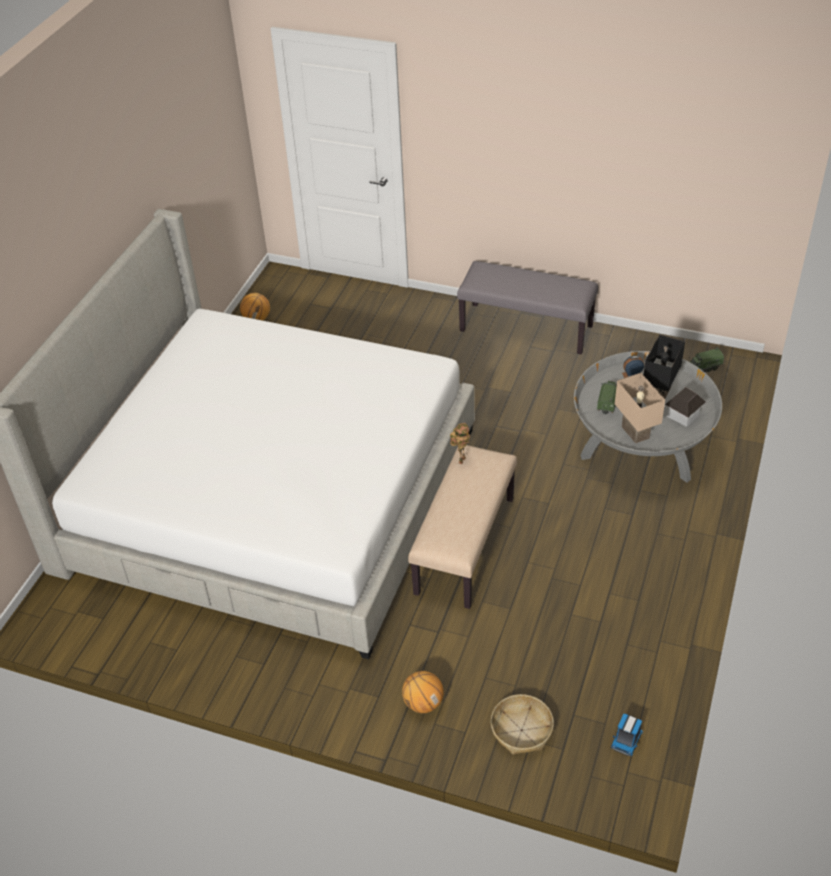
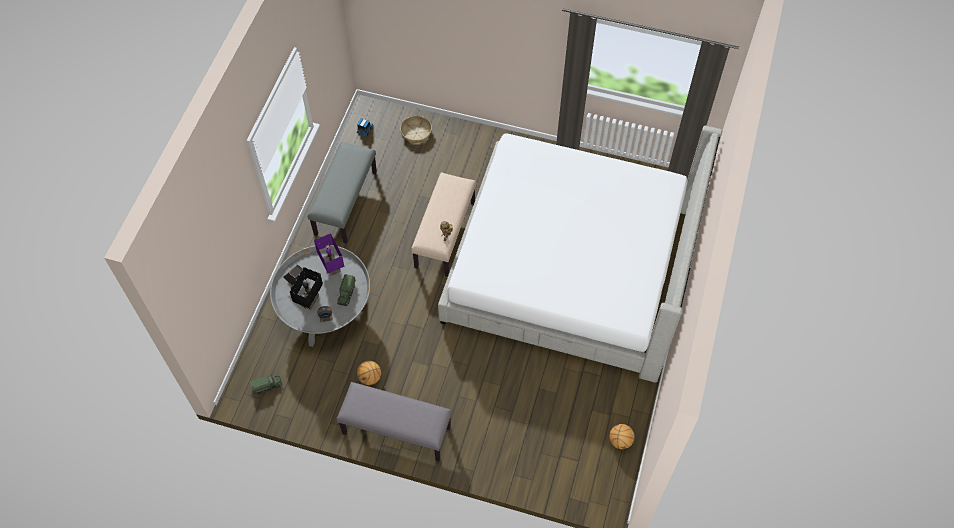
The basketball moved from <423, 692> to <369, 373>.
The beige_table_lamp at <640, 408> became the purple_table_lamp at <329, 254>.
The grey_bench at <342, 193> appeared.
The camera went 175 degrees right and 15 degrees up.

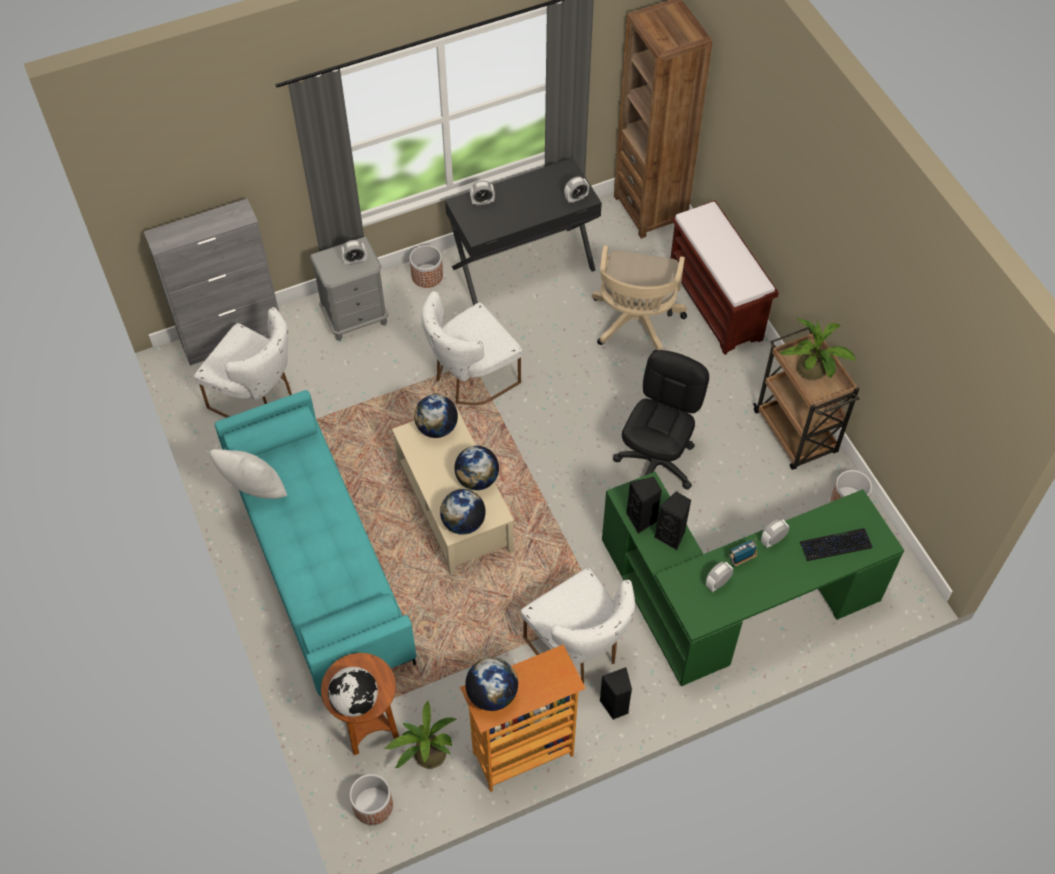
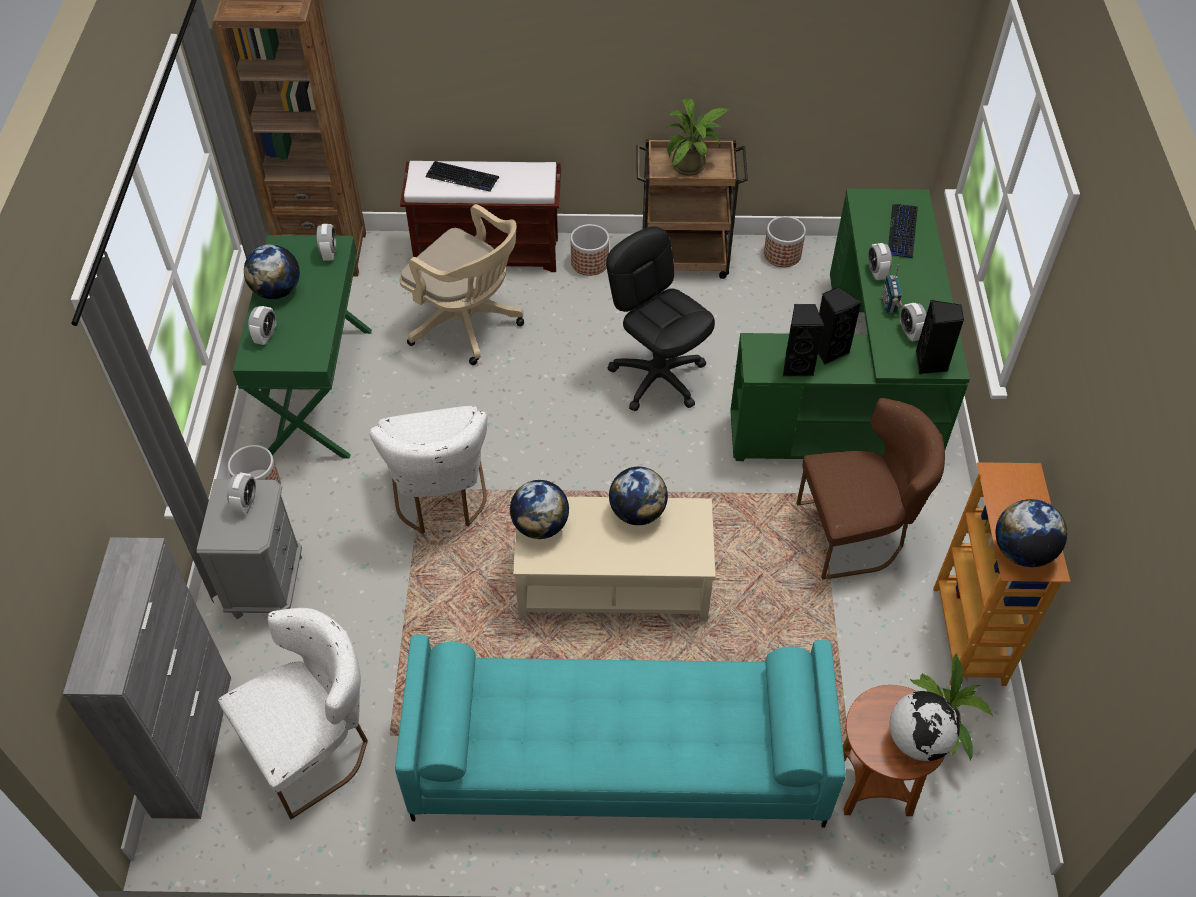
The white_pillow at <248, 474> disappeared.
The planter moved from <371, 799> to <590, 250>.
The globe moved from <463, 512> to <272, 271>.
The black_desk at <523, 231> became the green_desk at <302, 347>.
The white_chair at <578, 626> became the brown_chair at <870, 488>.
The black_speaker moved from <615, 693> to <940, 337>.
The keyboard at <462, 176> appeared.
The camera went 65 degrees left and 5 degrees down.

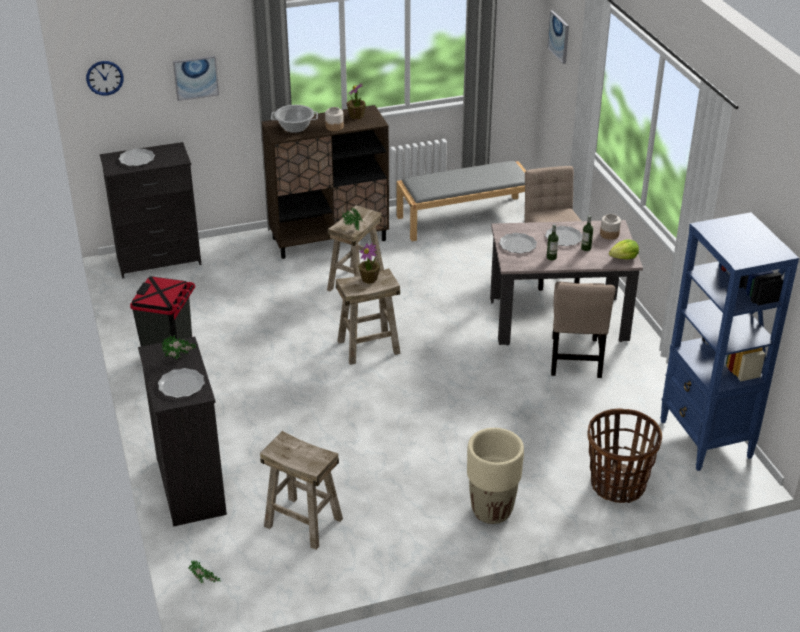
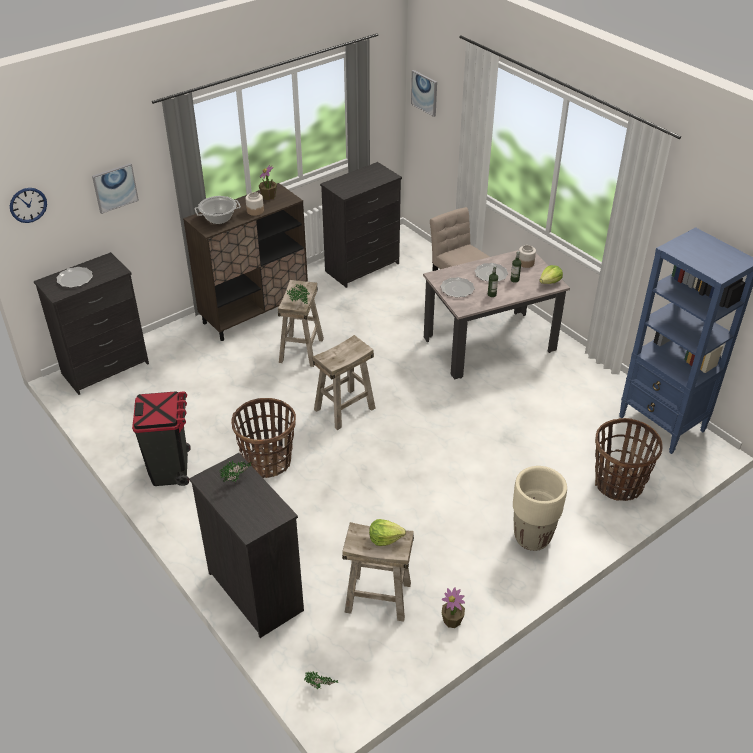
The plate at <181, 383> disappeared.
The potted_plant moved from <369, 263> to <453, 607>.
The grey_bench at <461, 201> was replaced by the black_dresser at <361, 225>.
The beige_chair at <583, 330> disappeared.
The basket at <263, 438> appeared.
The lettuce at <387, 532> appeared.
The camera went 20 degrees left and 5 degrees up.

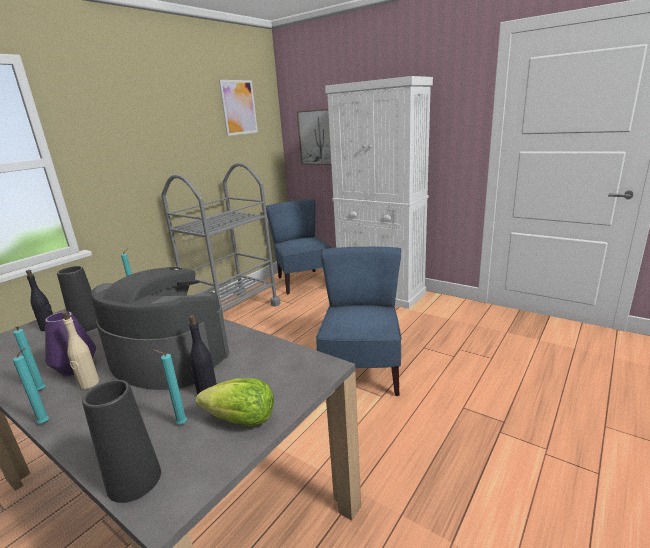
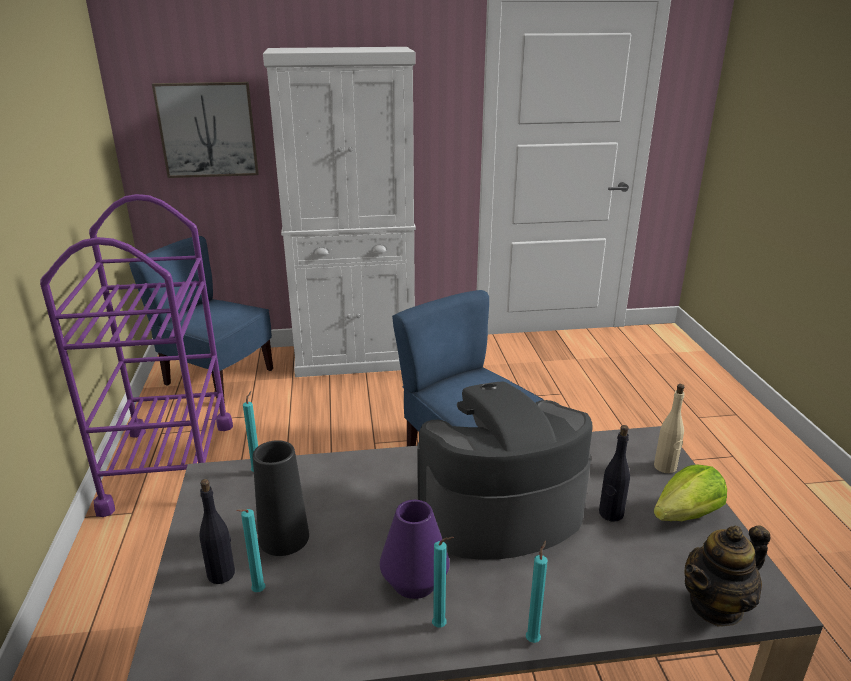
The beige_bottle moved from <80, 350> to <669, 428>.
The black_vase at <121, 441> was replaced by the teapot at <727, 576>.
The turquoise_candle moved from <170, 387> to <251, 550>.
The grey_cart at <220, 241> became the purple_cart at <136, 355>.
The picture at <238, 108> disappeared.
The camera went 45 degrees left and 5 degrees up.

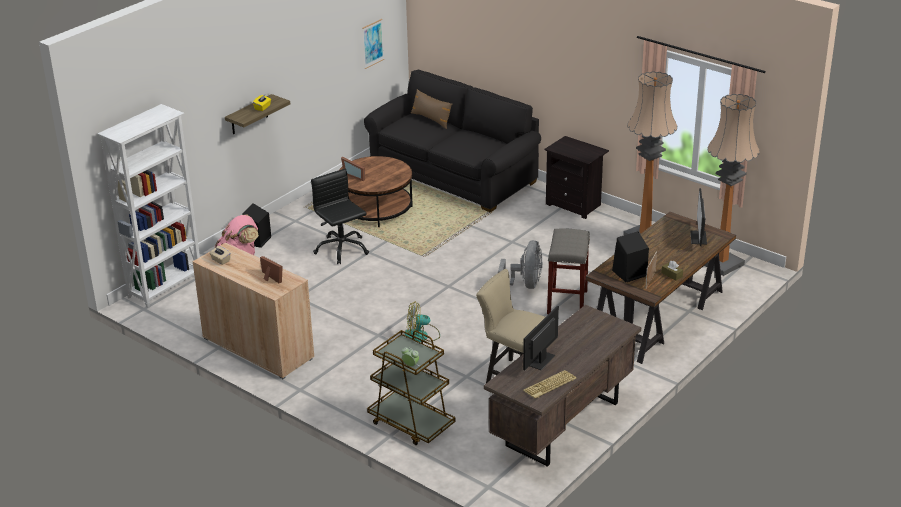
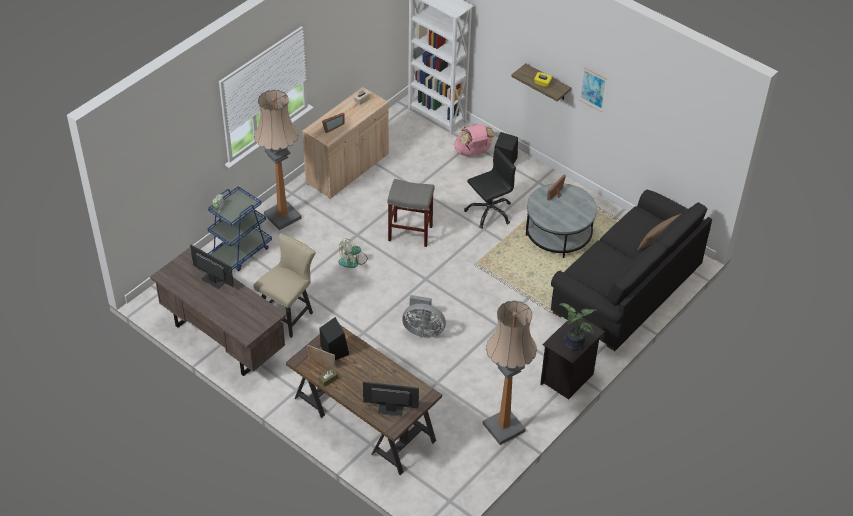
The brown_coffee_table at <376, 191> became the grey_coffee_table at <561, 220>.
The picture moved from <373, 44> to <593, 89>.
The brown_cart at <411, 387> became the blue_cart at <239, 228>.
The fan at <422, 322> turned 120 degrees counterclockwise.
The keyboard at <550, 384> disappeared.
The grey_stool moved from <568, 271> to <411, 213>.
The floor_lamp moved from <732, 185> to <278, 160>.
The potted_plant at <578, 327> appeared.
The camera went 90 degrees right and 15 degrees up.

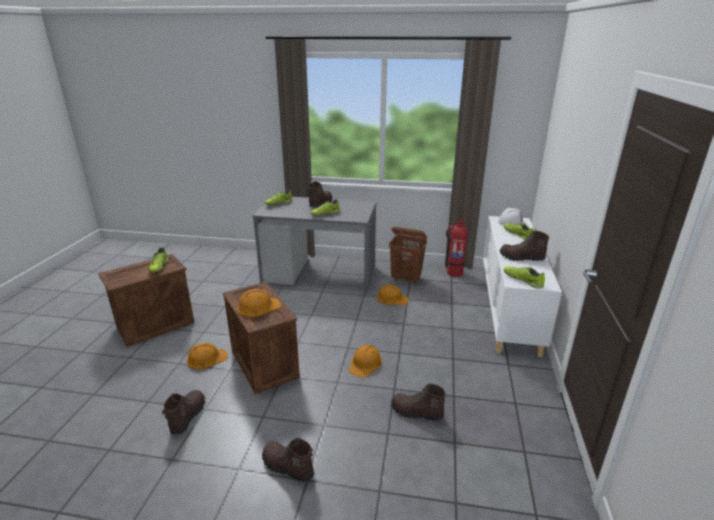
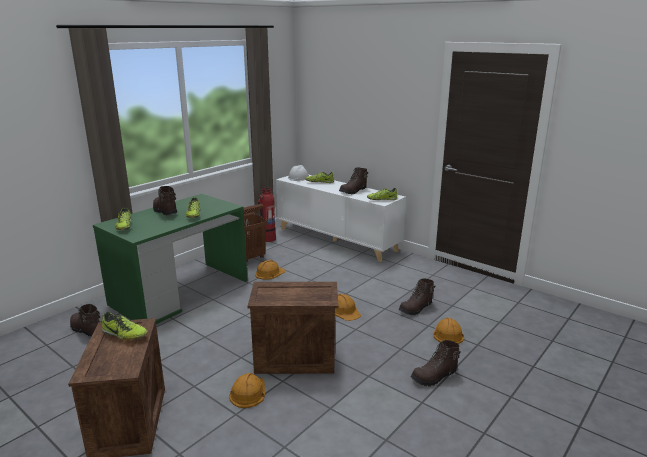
The brown_boot moved from <183, 412> to <85, 320>.
The orange_hard_hat moved from <259, 303> to <449, 331>.
The grey_desk at <314, 245> became the green_desk at <170, 259>.
The camera went 60 degrees left and 5 degrees down.

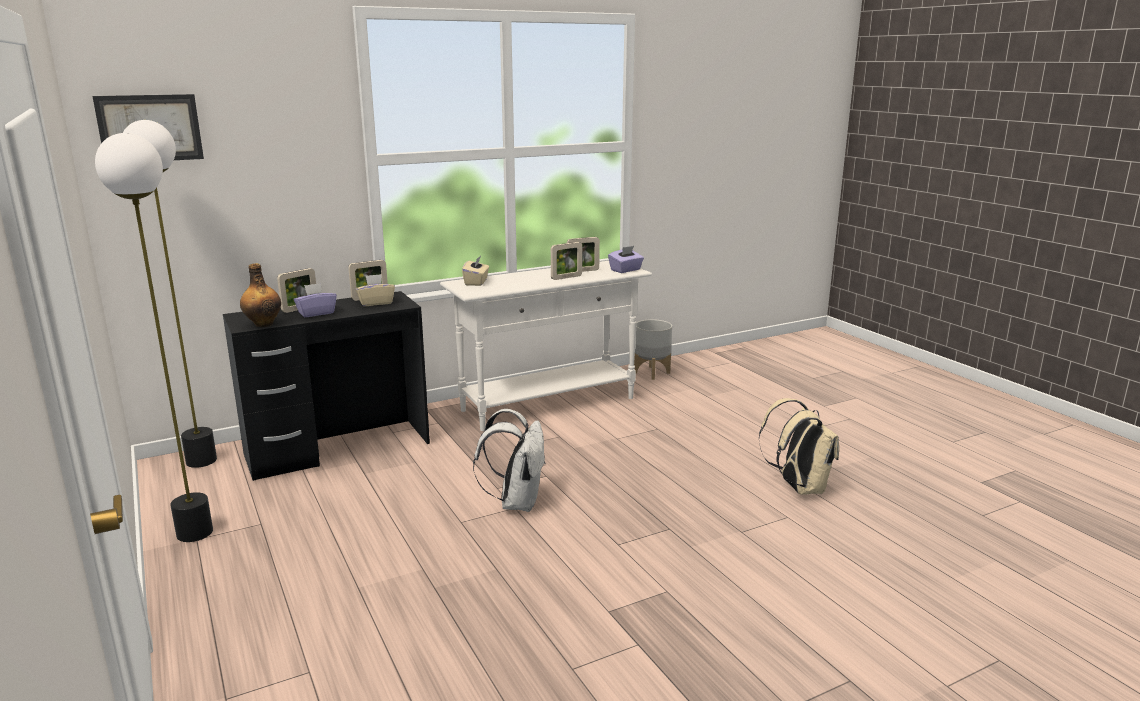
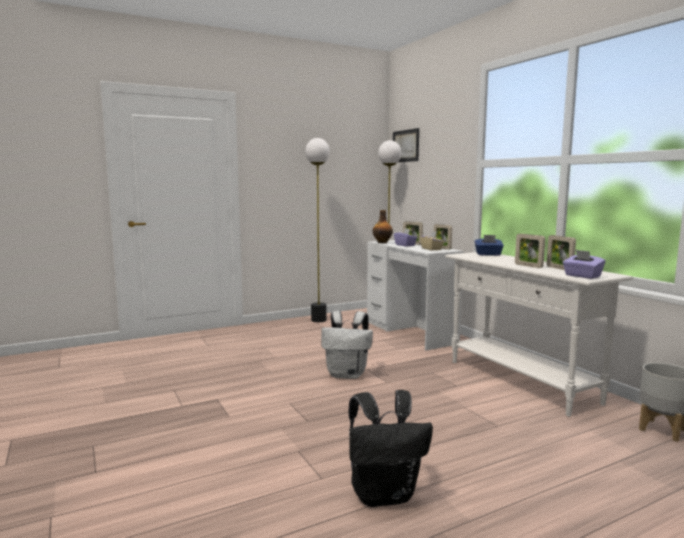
The black_desk at <326, 386> became the white_desk at <415, 295>.
The beige_tissue_box at <475, 271> became the blue_tissue_box at <489, 245>.
The beige_backpack at <798, 446> became the black_backpack at <391, 448>.
The camera went 90 degrees right and 10 degrees down.

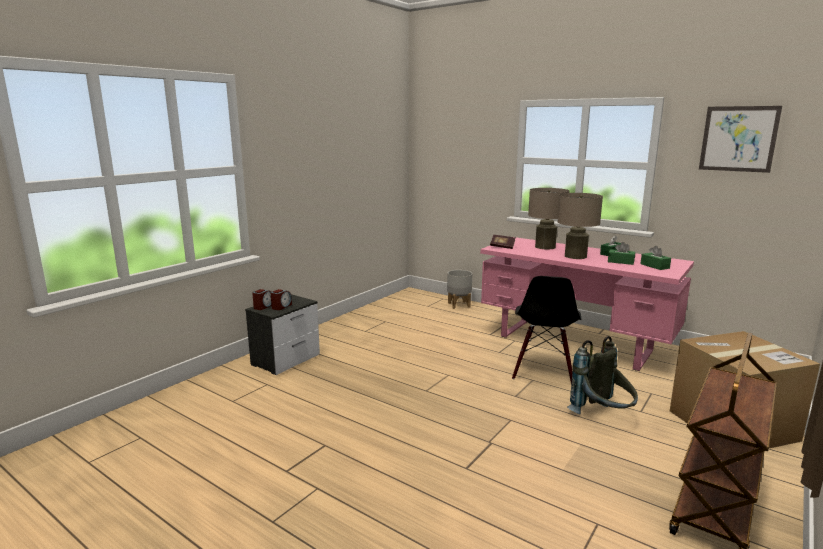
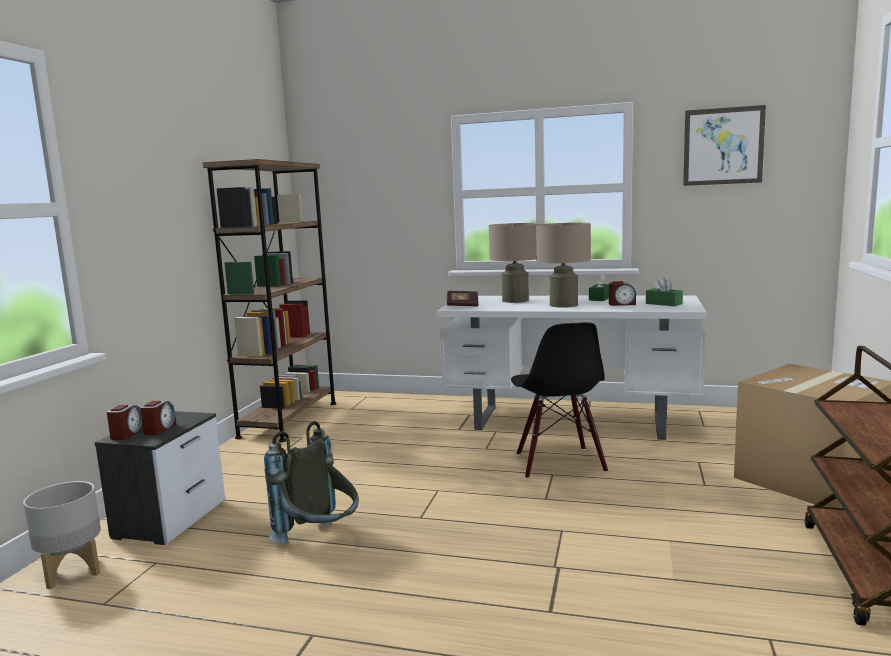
The grey_planter moved from <459, 289> to <62, 535>.
The pink_desk at <587, 304> became the white_desk at <572, 367>.
The grey_backpack moved from <602, 375> to <311, 482>.
The green_tissue_box at <621, 253> was replaced by the alarm_clock at <622, 293>.
The brown_bookcase at <269, 300> appeared.
The camera went 20 degrees left and 5 degrees down.

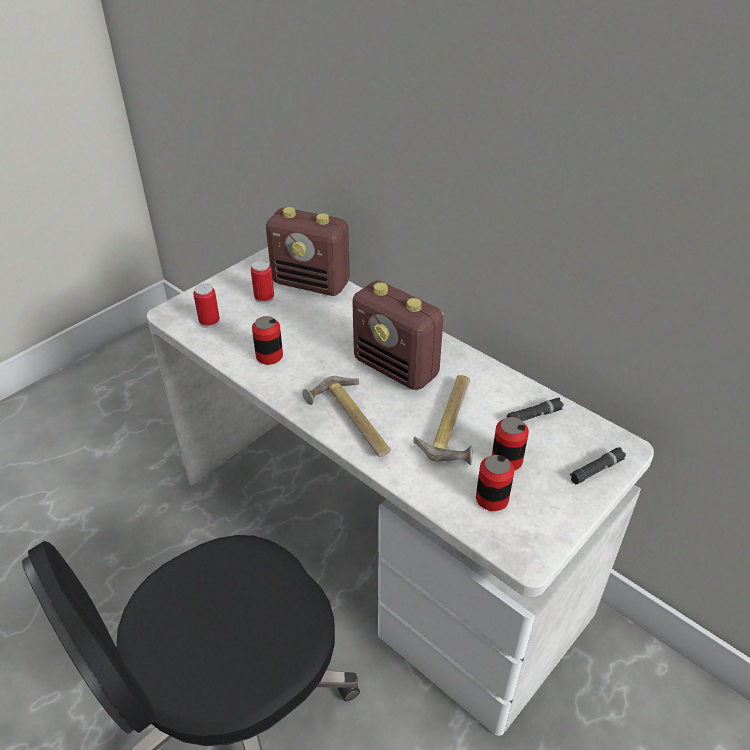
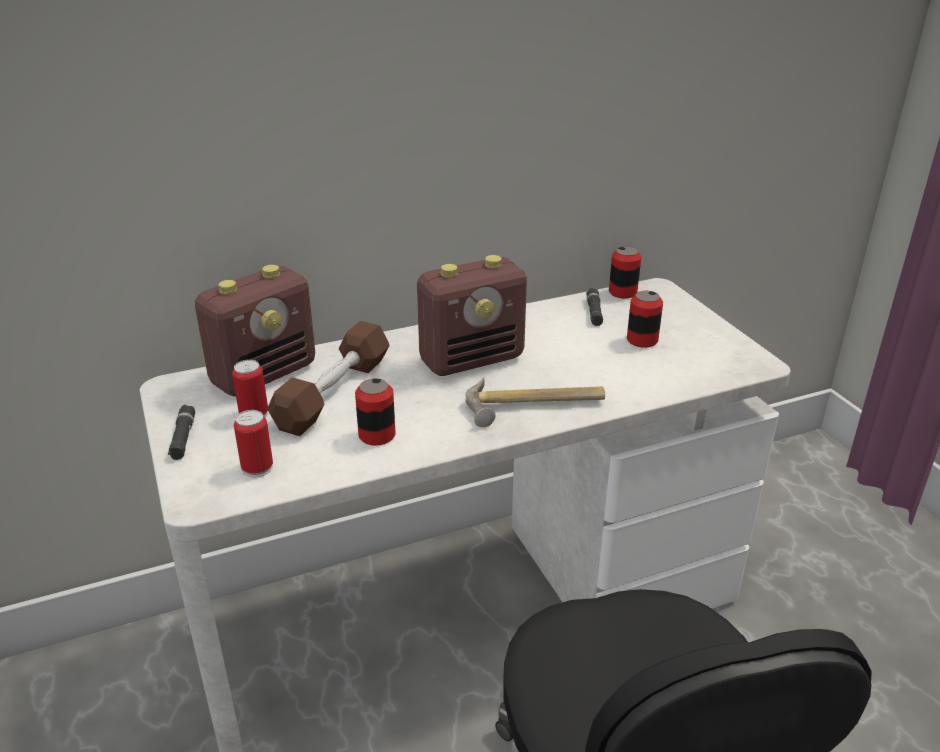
The hammer at <443, 420> disappeared.
The can moved from <495, 483> to <625, 272>.
The black_flashlight moved from <598, 465> to <181, 432>.
The brown_dumbbell at <328, 378> appeared.
The camera went 65 degrees left and 10 degrees down.

